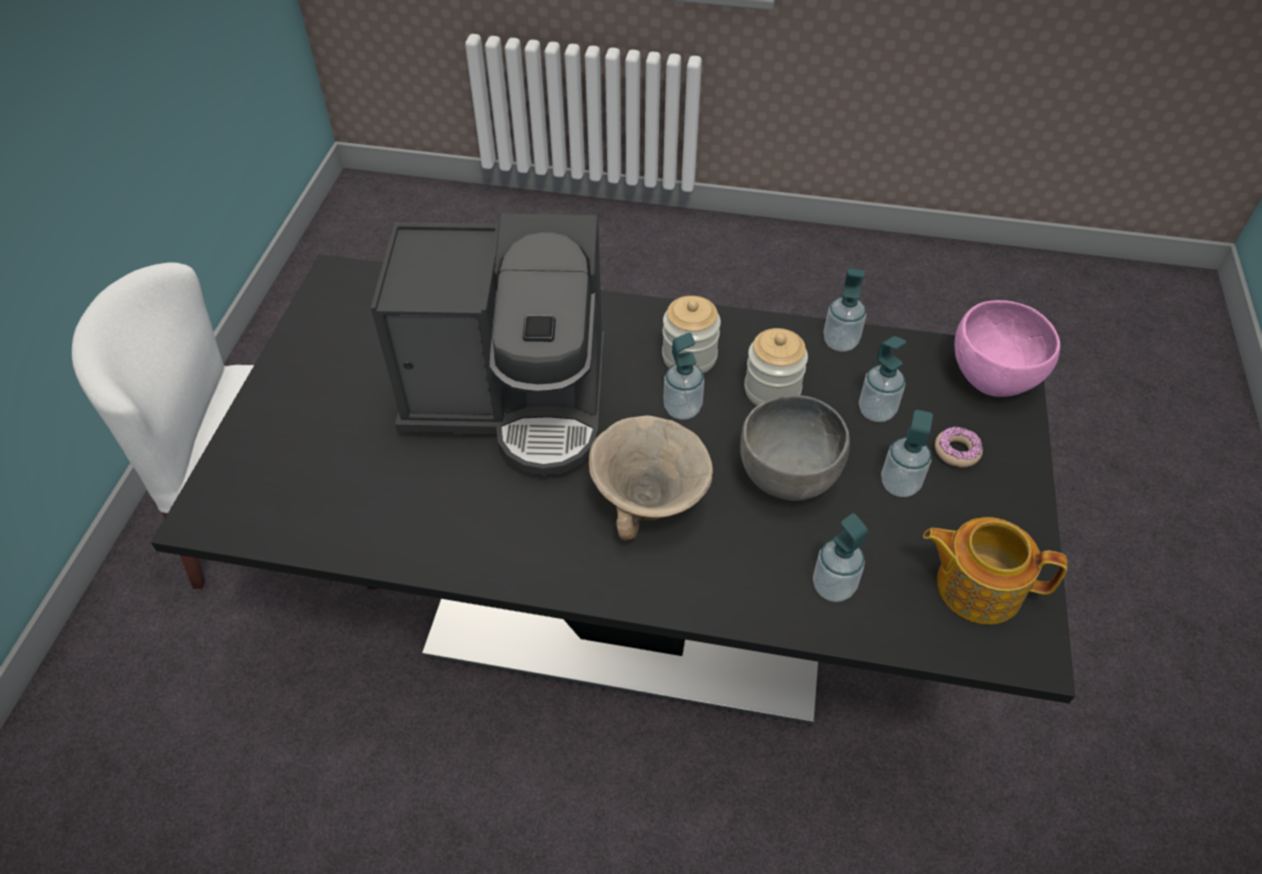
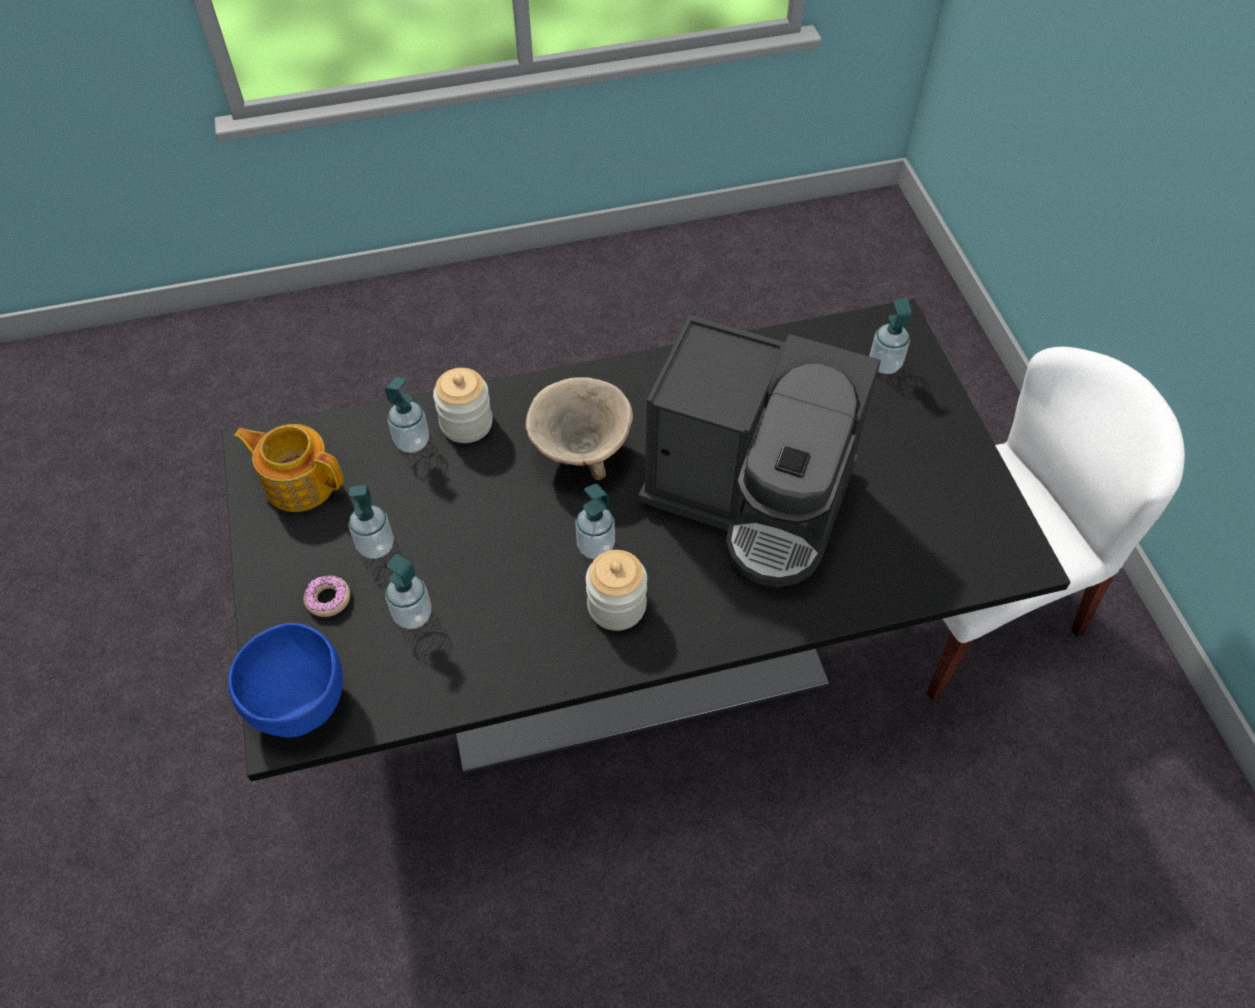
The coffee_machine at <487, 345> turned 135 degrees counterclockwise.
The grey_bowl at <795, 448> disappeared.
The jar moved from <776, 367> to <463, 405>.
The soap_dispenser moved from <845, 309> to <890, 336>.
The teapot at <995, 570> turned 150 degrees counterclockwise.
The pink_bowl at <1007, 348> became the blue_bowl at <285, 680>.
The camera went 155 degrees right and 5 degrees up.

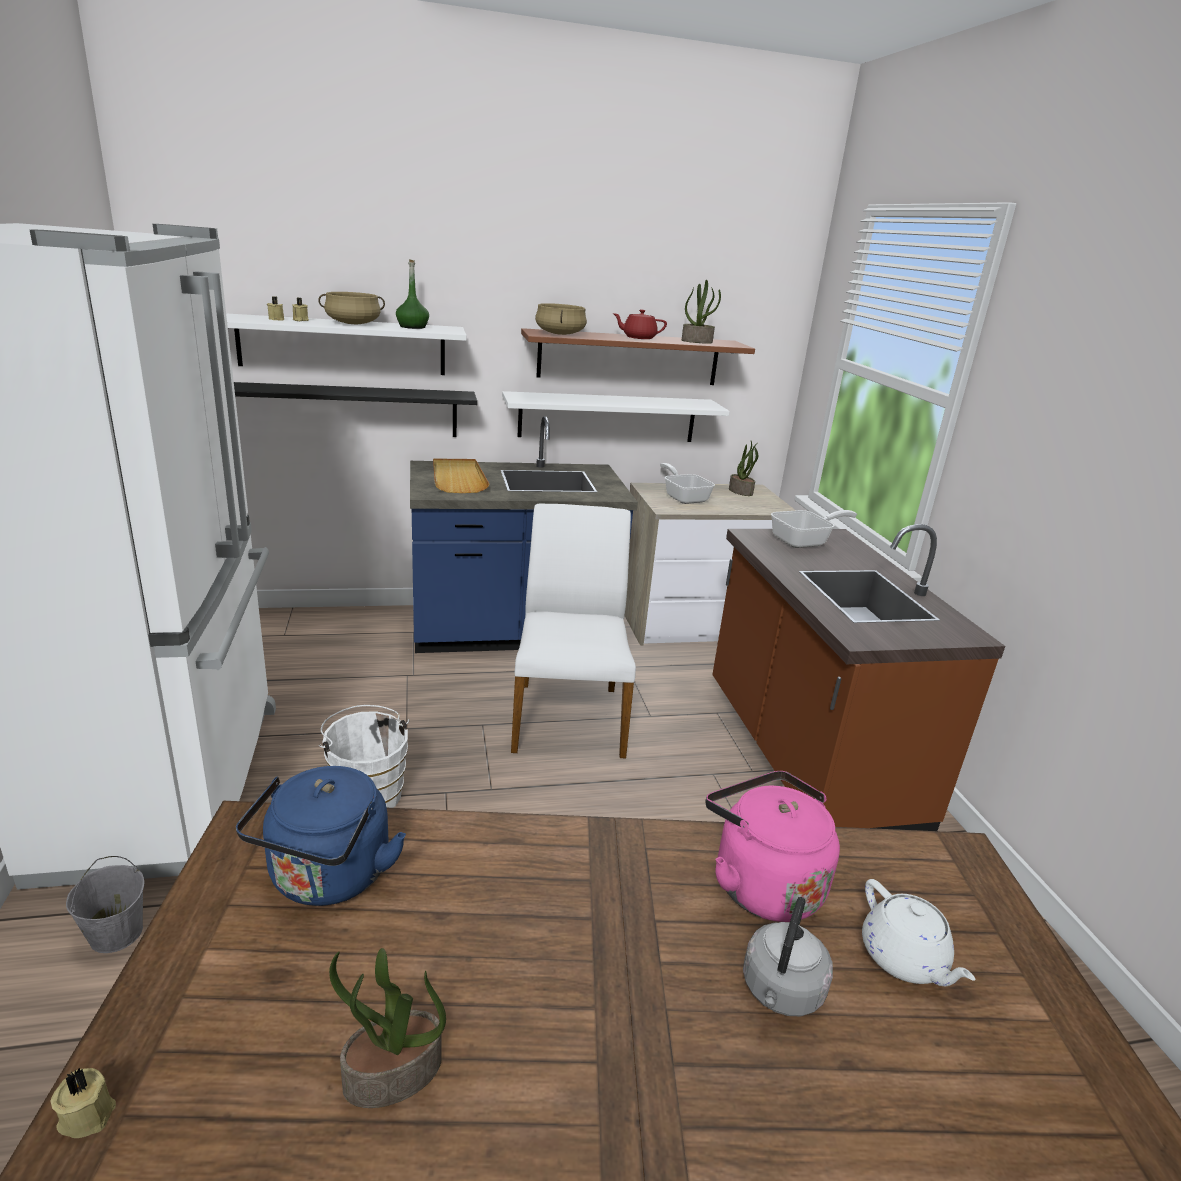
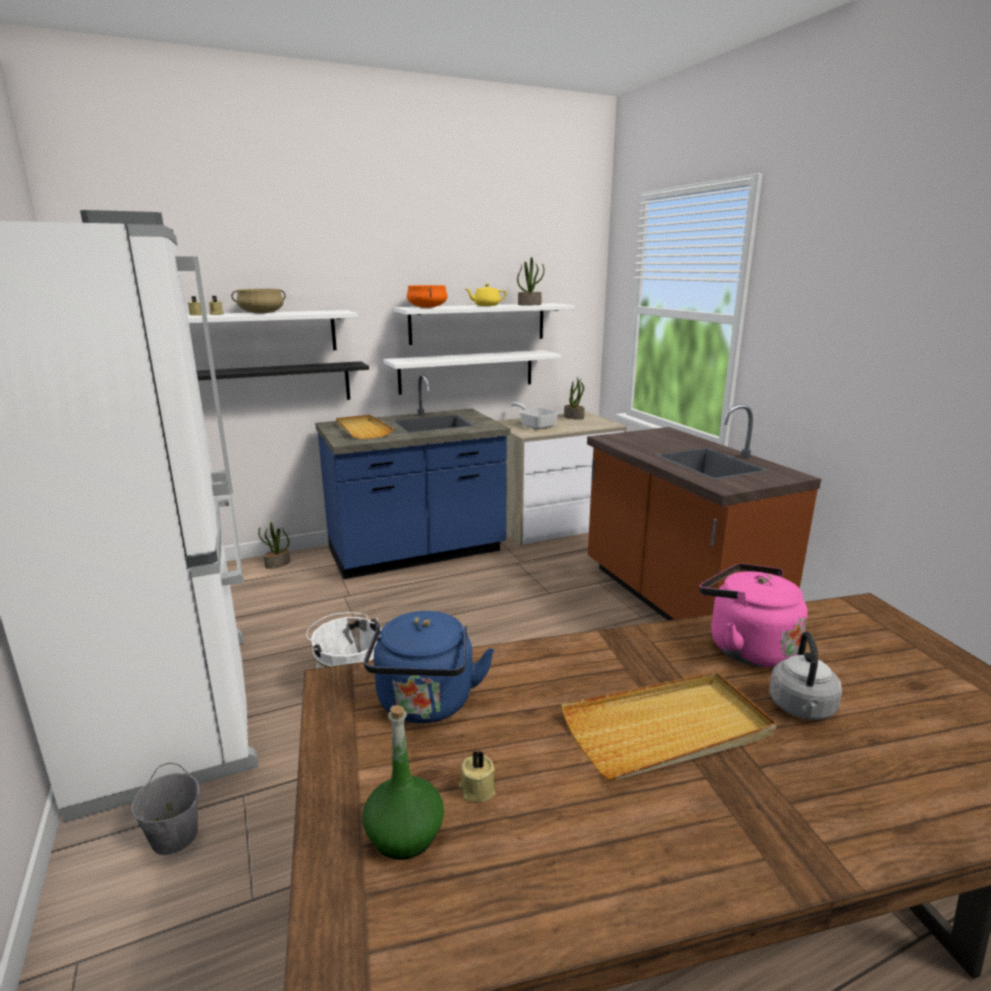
The beige_candle moved from <83, 1103> to <477, 776>.
The potted_plant moved from <387, 1028> to <274, 545>.
The green_bottle moved from <412, 294> to <403, 782>.
The white_chair at <573, 631> disappeared.
The brown_shelf at <638, 356> became the white_shelf at <484, 324>.
The beige_cooking_pot at <561, 319> became the orange_cooking_pot at <427, 296>.
The red_teapot at <639, 324> became the yellow_teapot at <486, 295>.
The frying_pan at <814, 529> disappeared.
The white_teapot at <919, 932> disappeared.
The beige_tray at <669, 726> appeared.
The camera went 10 degrees left and 5 degrees down.

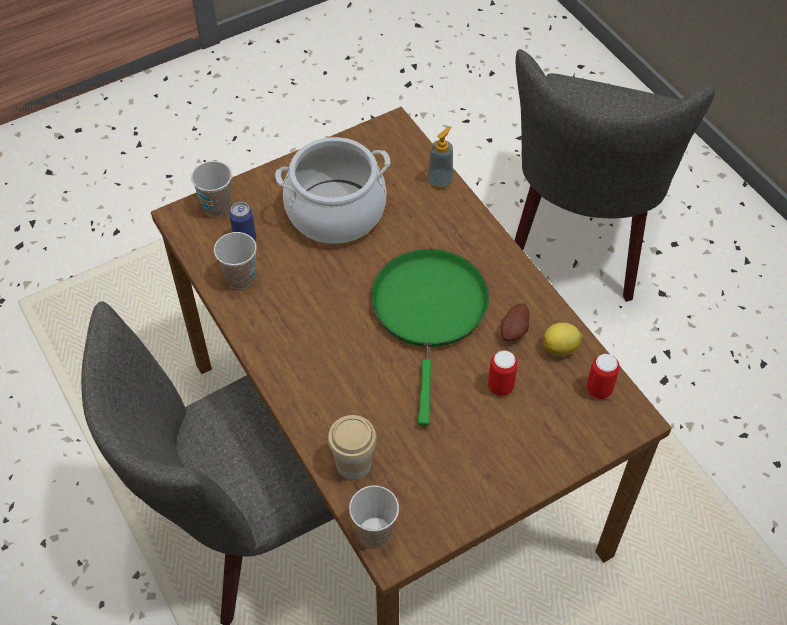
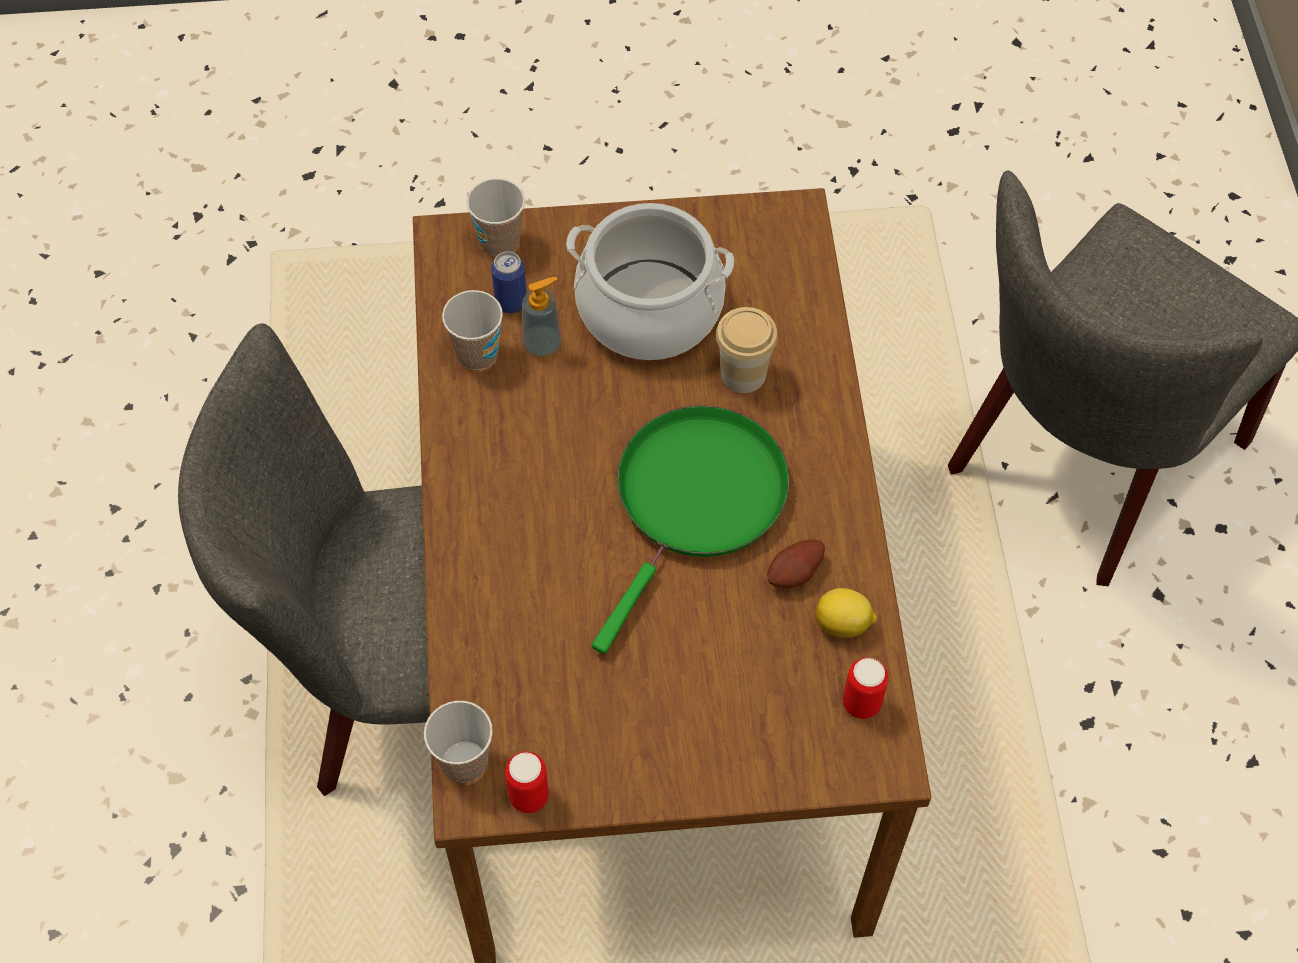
The cup moved from <352, 447> to <747, 350>.
The soap_dispenser moved from <440, 157> to <542, 318>.
The can moved from <503, 373> to <527, 782>.
The camera went 25 degrees right and 5 degrees up.

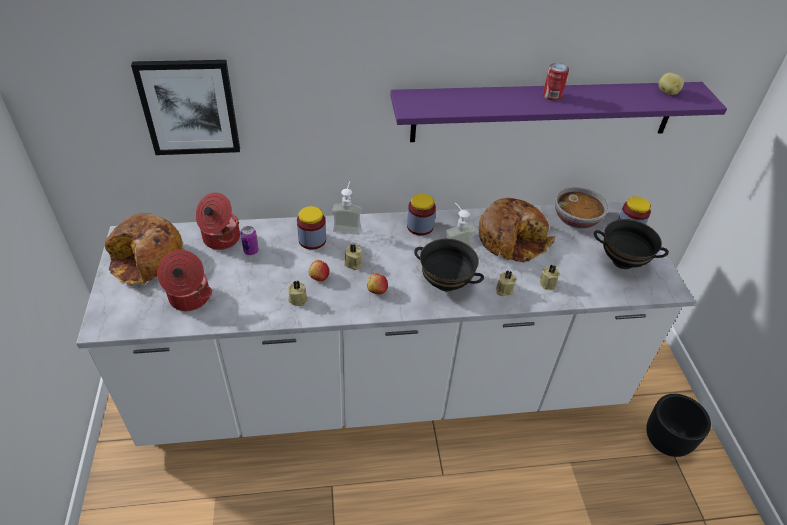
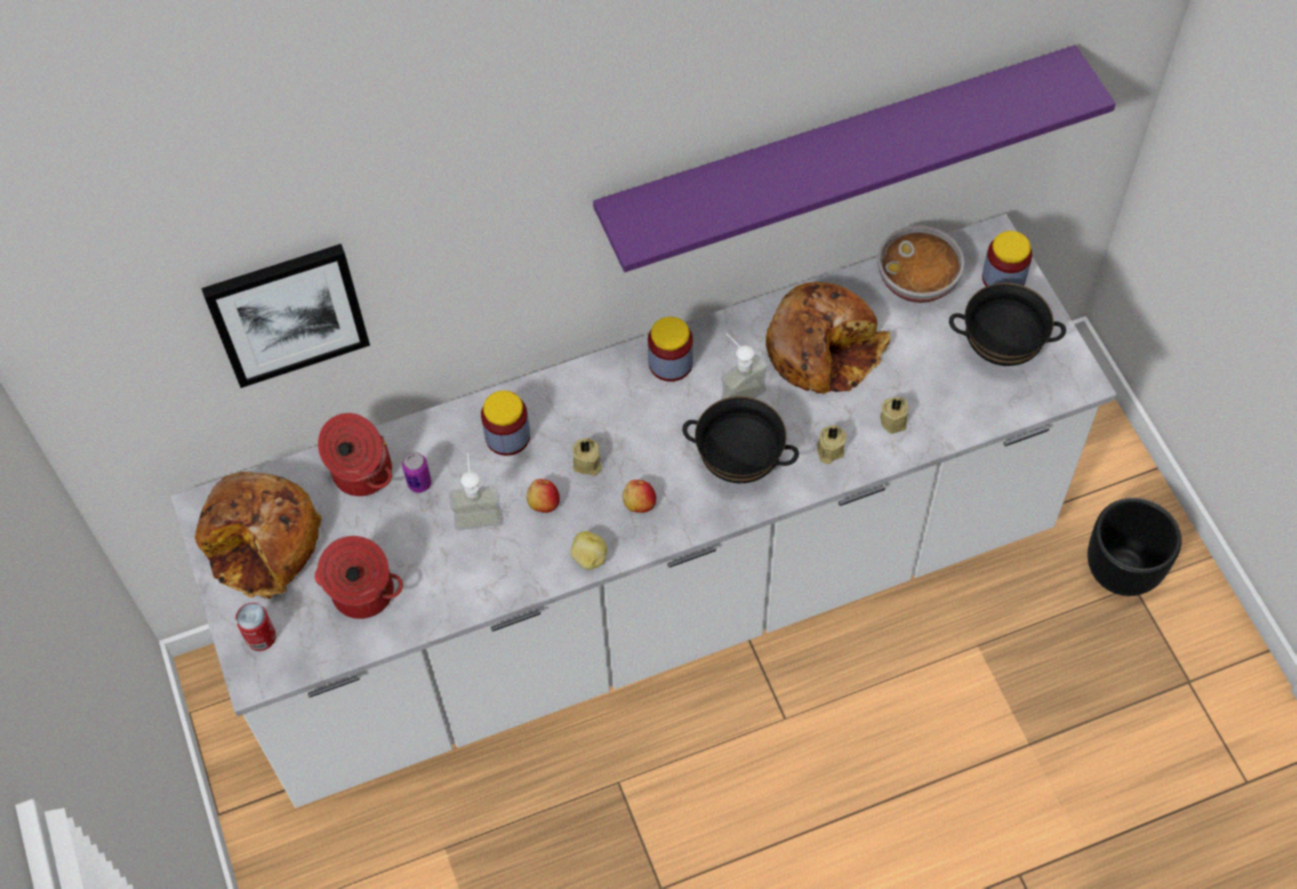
The beige_candle at <298, 293> disappeared.
The soap_dispenser moved from <347, 208> to <476, 491>.
The can moved from <556, 82> to <255, 627>.
The potato moved from <671, 83> to <588, 550>.
The camera went 10 degrees left and 15 degrees up.

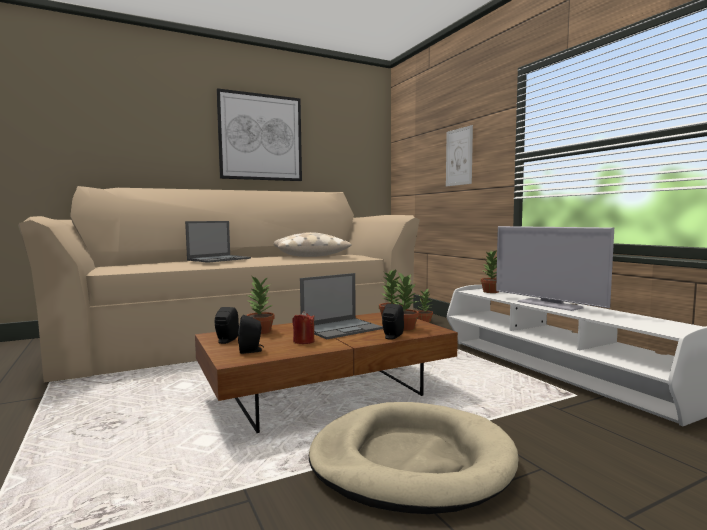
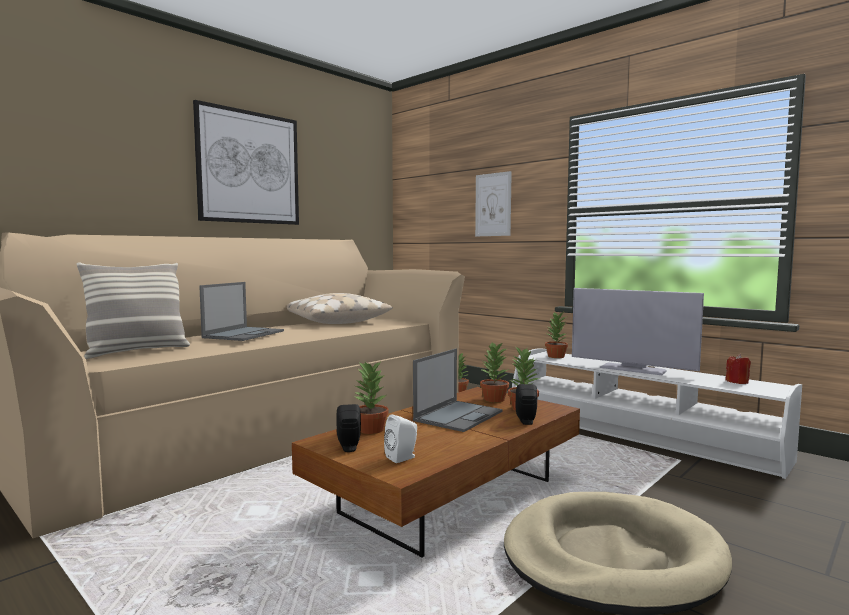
The black_speaker at <251, 334> became the white_speaker at <400, 438>.
The red_candle moved from <304, 327> to <738, 369>.
The pillow at <133, 310> appeared.
The camera went 20 degrees left and 0 degrees up.

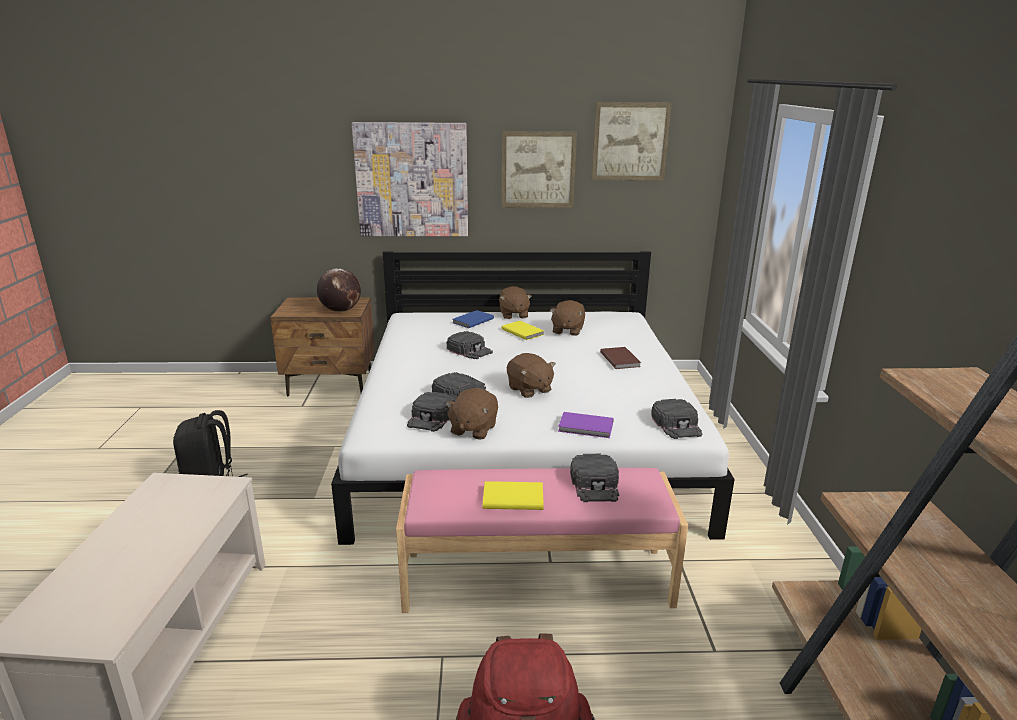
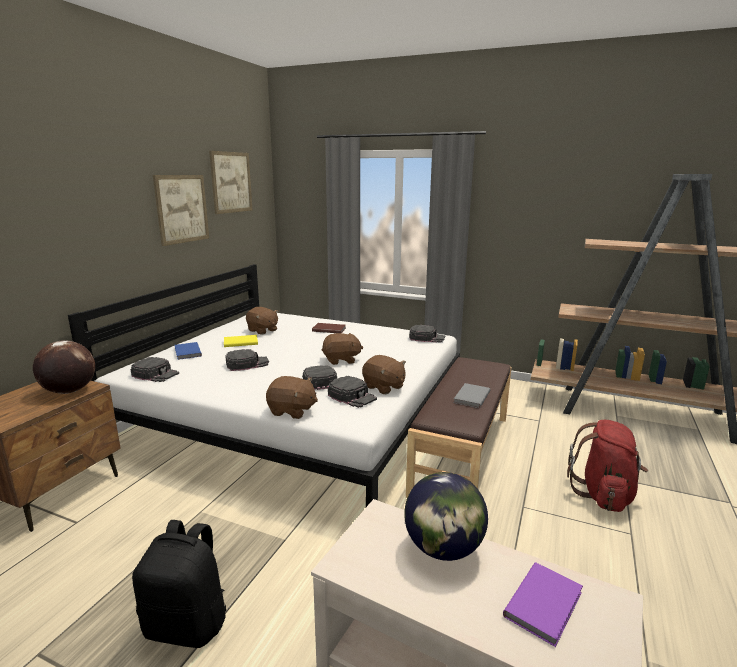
The picture at <410, 179> disappeared.
The pink_bench at <542, 540> became the brown_bench at <459, 427>.
The yellow_book at <513, 495> became the grey_book at <472, 395>.
The brown_plush_toy moved from <515, 302> to <292, 397>.
The purple_book moved from <586, 425> to <543, 605>.
The black_cap moved from <594, 478> to <155, 369>.
The globe at <446, 516> appeared.
The camera went 65 degrees left and 5 degrees down.

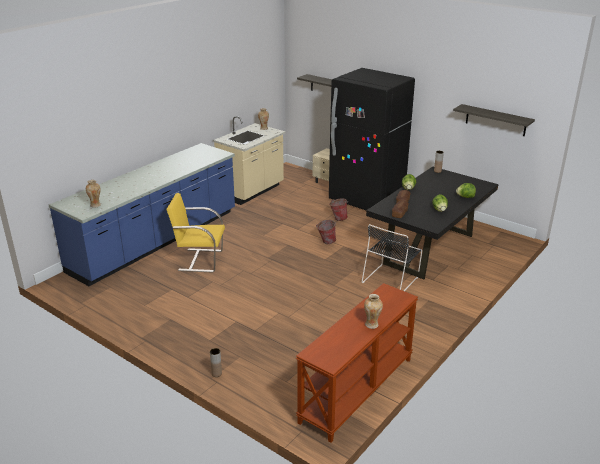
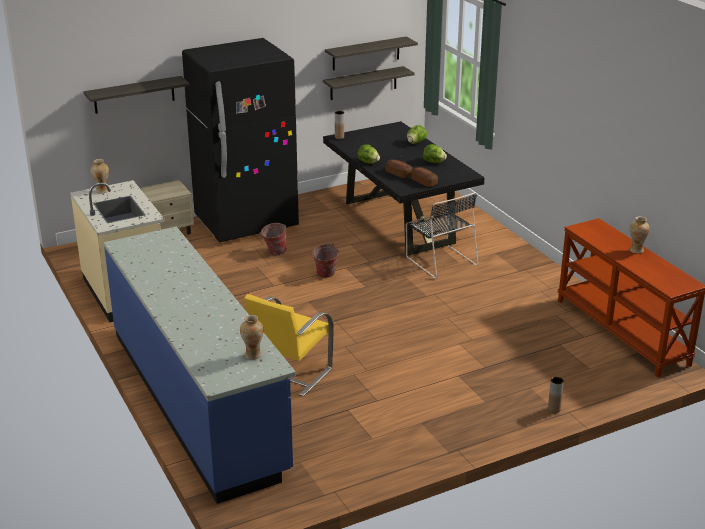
The shelf at <369, 83> appeared.
The camera went 65 degrees left and 0 degrees up.

